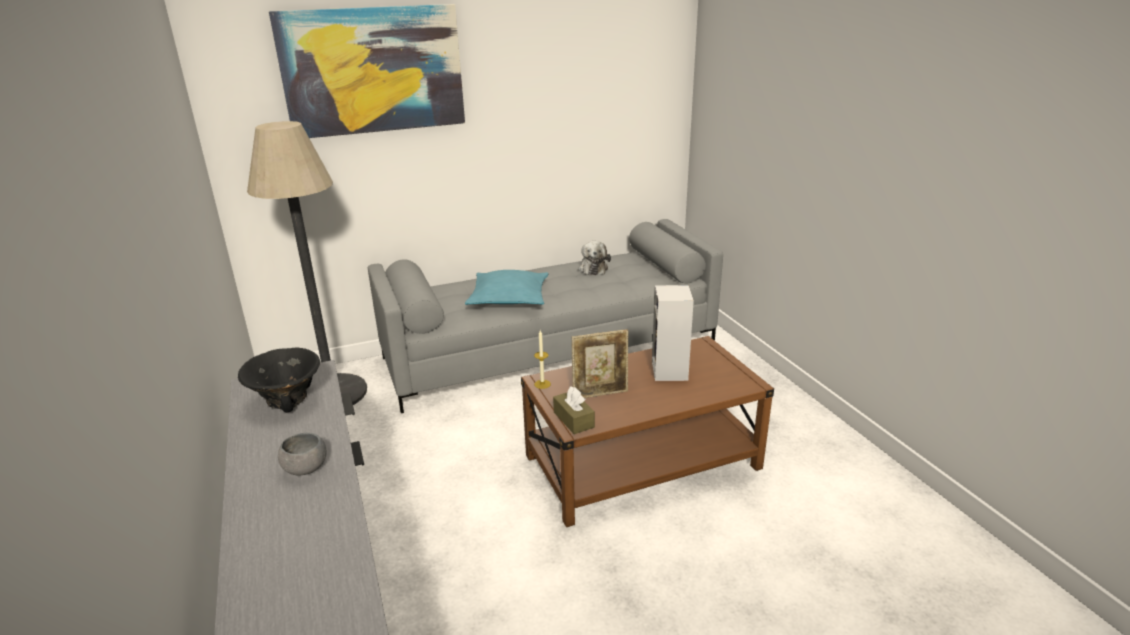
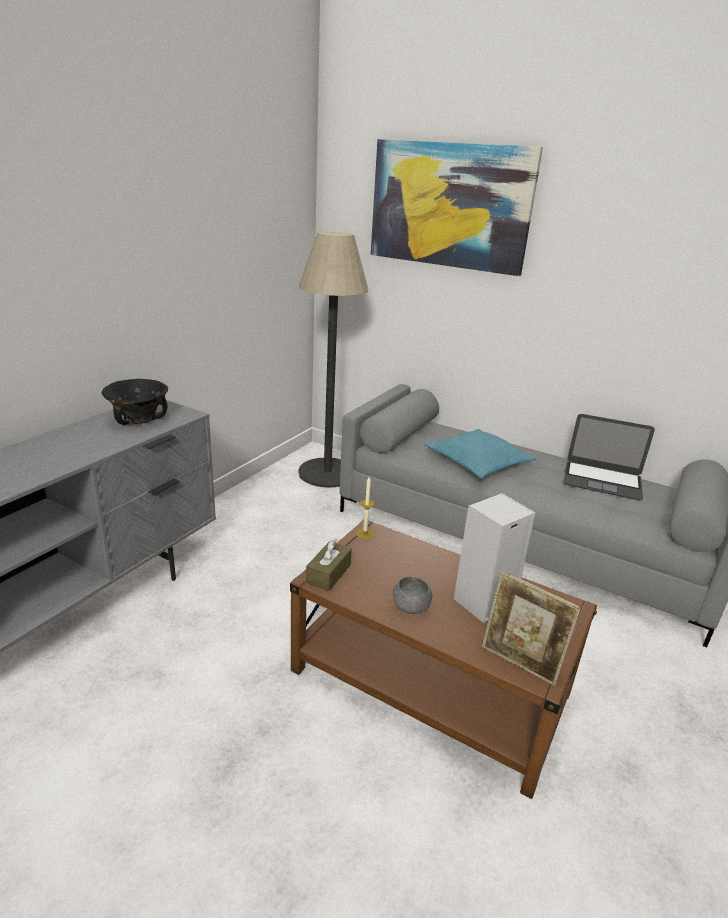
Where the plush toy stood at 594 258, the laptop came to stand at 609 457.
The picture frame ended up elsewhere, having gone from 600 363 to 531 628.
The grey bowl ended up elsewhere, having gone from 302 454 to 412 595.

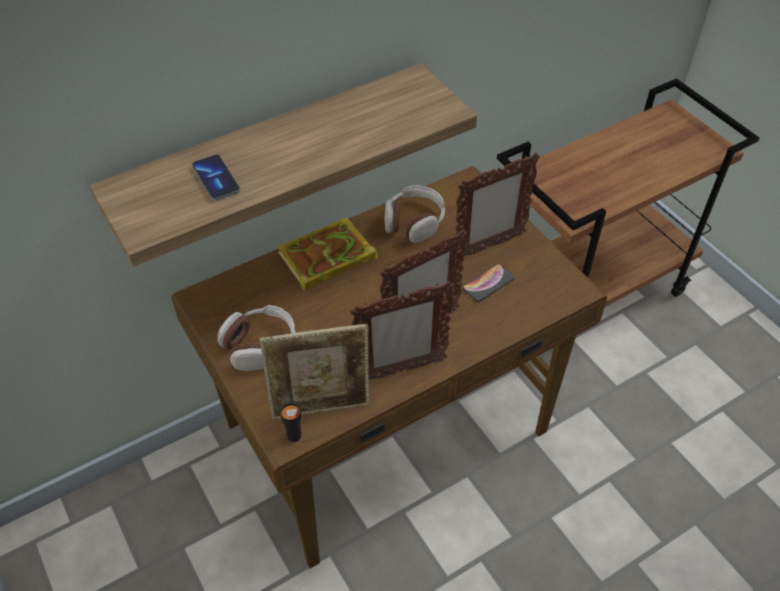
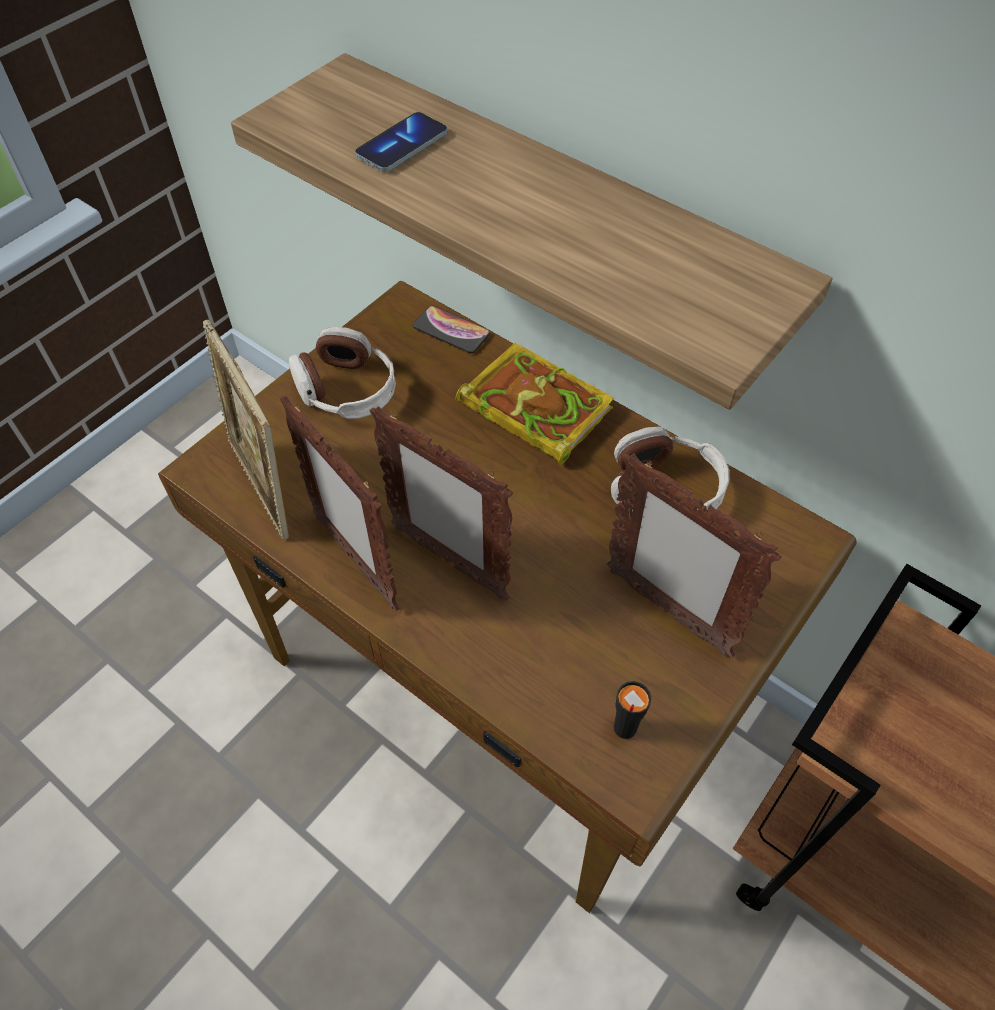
The phone ended up elsewhere, having gone from 488 283 to 452 329.
The black cup ended up elsewhere, having gone from 290 422 to 633 710.

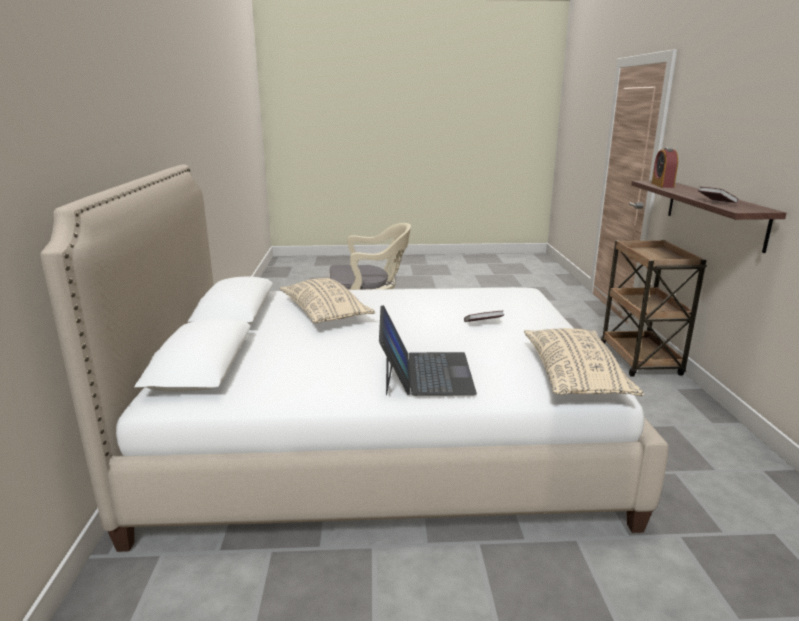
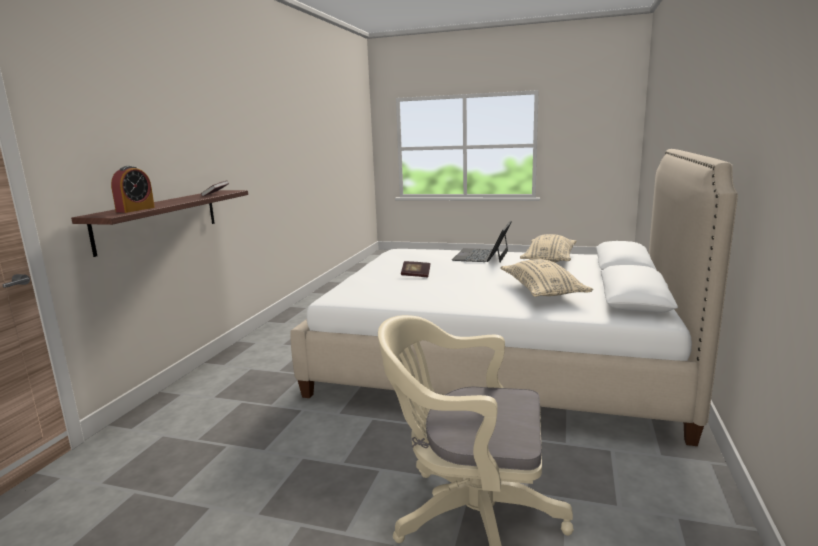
The second view lost the brown cart at 653 308.
The beige pillow ended up elsewhere, having gone from 584 362 to 548 248.

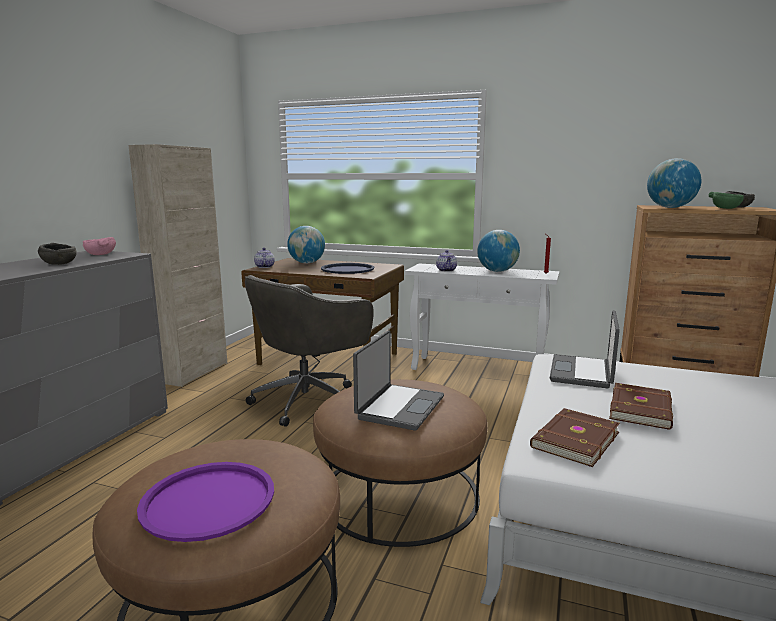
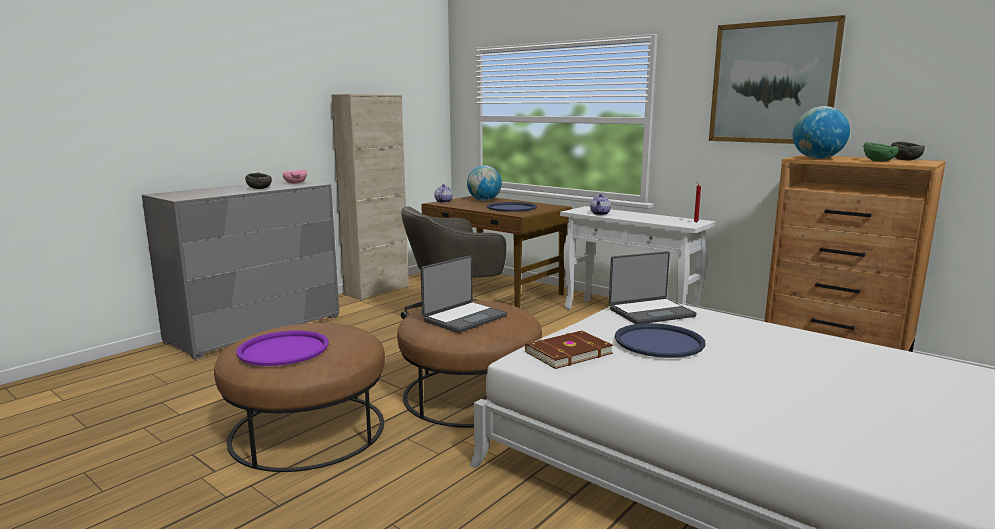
The second view lost the globe at 498 251.
The laptop at 585 349 ended up facing another way, 150 degrees counterclockwise from before.
Where the brown book stood at 641 406, the blue tray came to stand at 660 340.
The second view gained the picture at 777 79.

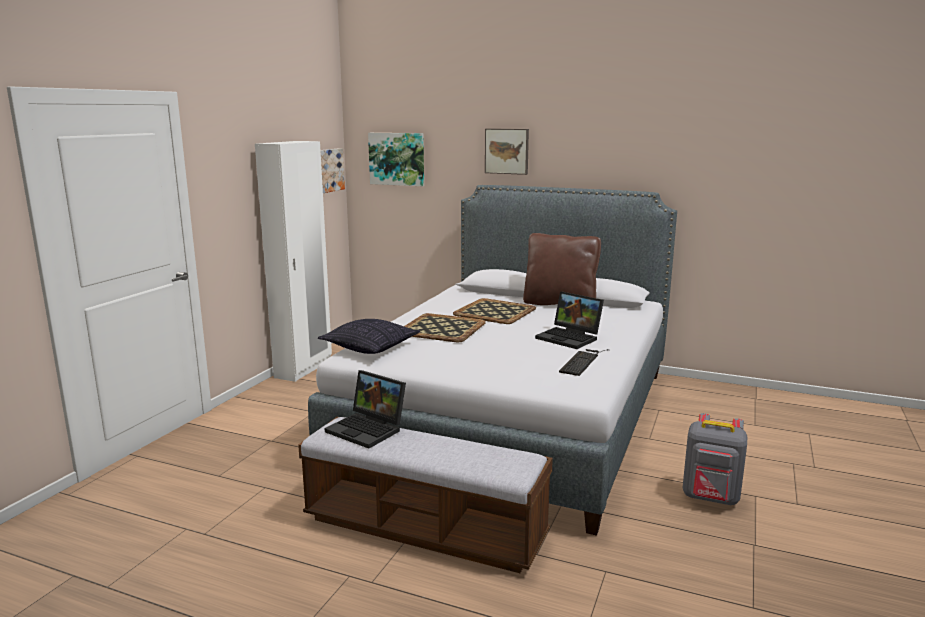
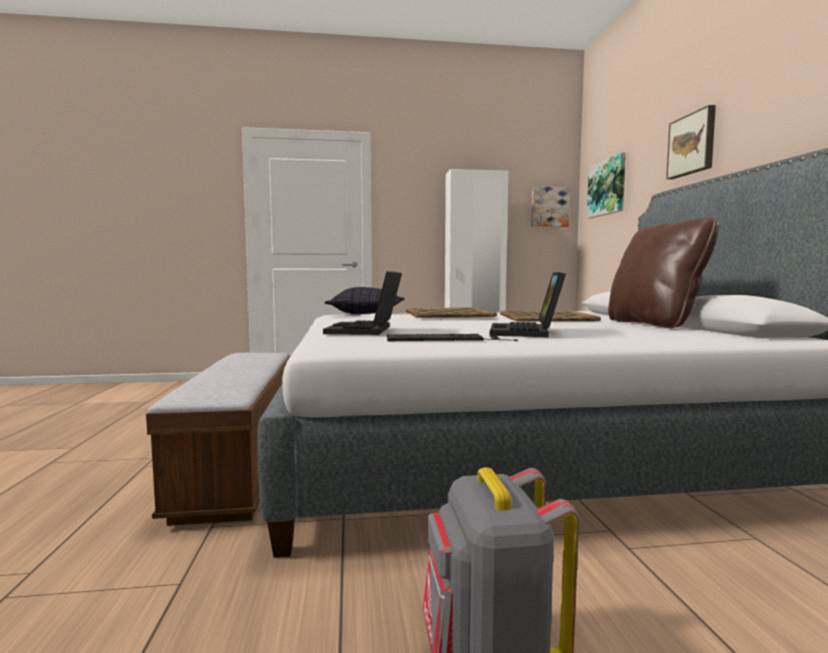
The laptop ended up elsewhere, having gone from 365 409 to 362 303.

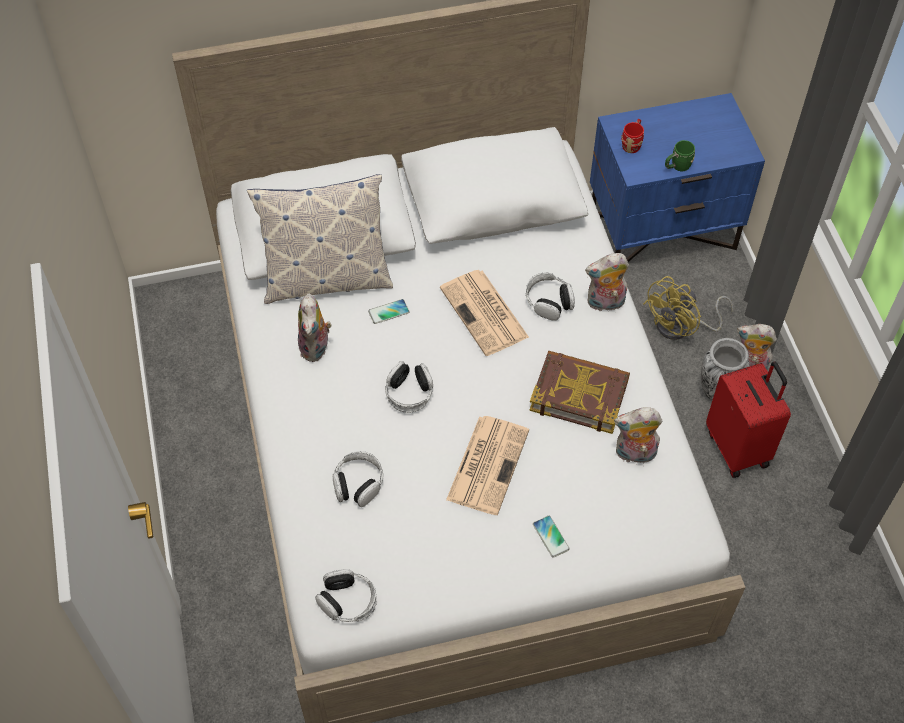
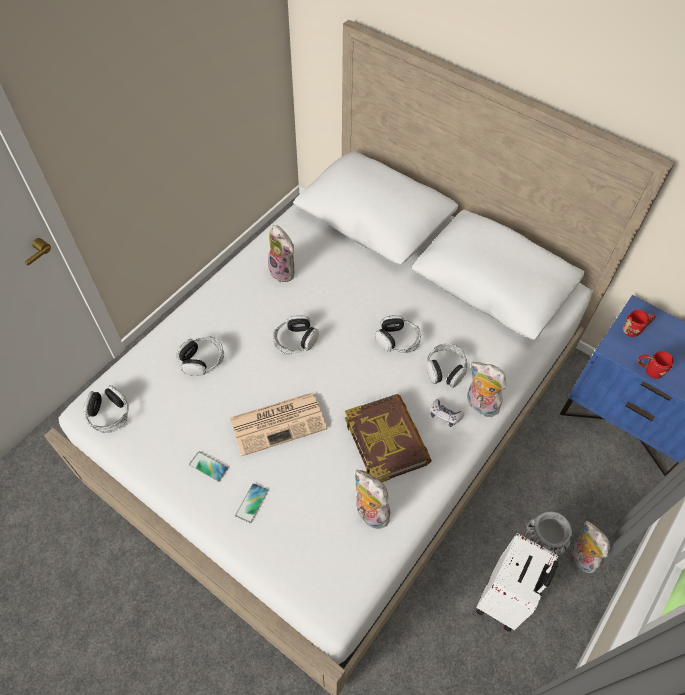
What was the green mug at 680 155 turned into the red mug at 655 365.
The second view lost the pillow at 320 239.
Where the newspaper stood at 484 313, the headphones came to stand at 398 334.
The second view lost the yellow fan at 688 308.
The plush toy at 314 328 ended up facing another way, 90 degrees counterclockwise from before.
The phone ended up elsewhere, having gone from 388 311 to 208 467.
What was the red suitcase at 748 419 turned into the white suitcase at 517 582.
The second view gained the game controller at 447 413.

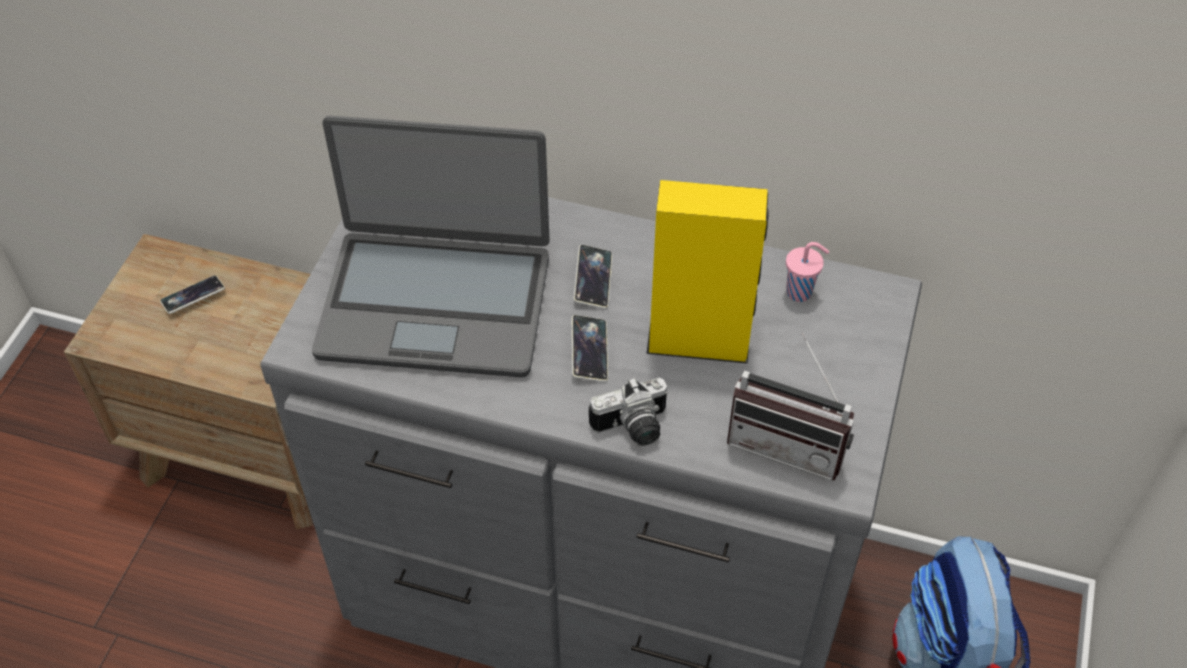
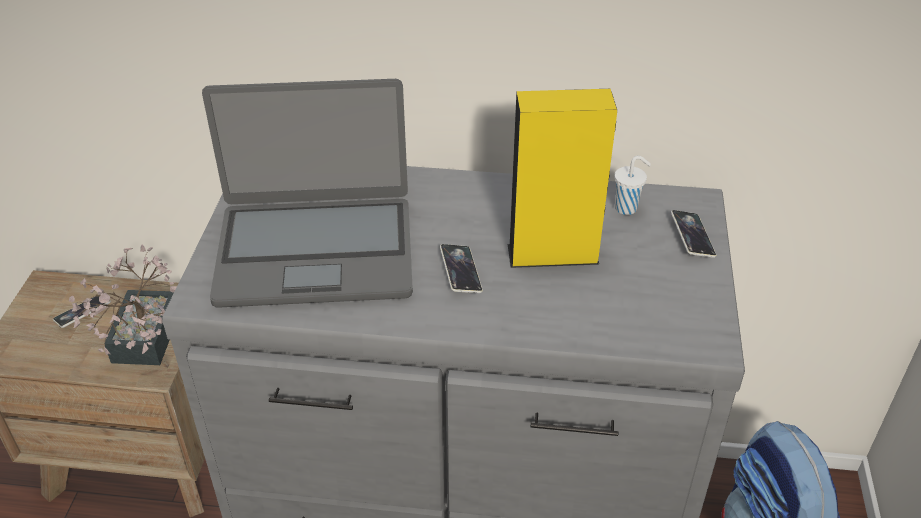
What was the pink cup at 807 272 turned into the white cup at 632 185.
The phone ended up elsewhere, having gone from 593 277 to 693 234.
The second view lost the radio at 790 407.
The second view lost the photo camera at 628 412.
The second view gained the potted plant at 123 304.

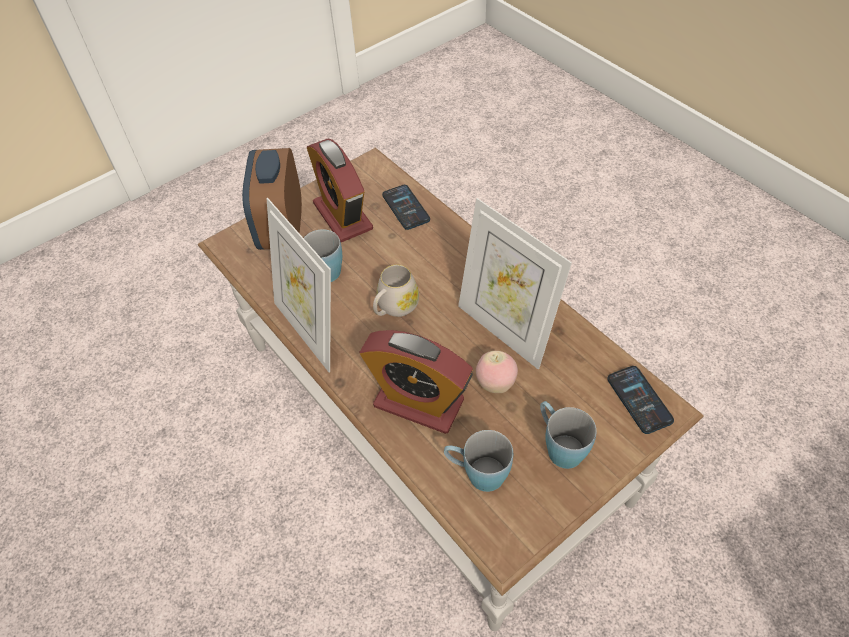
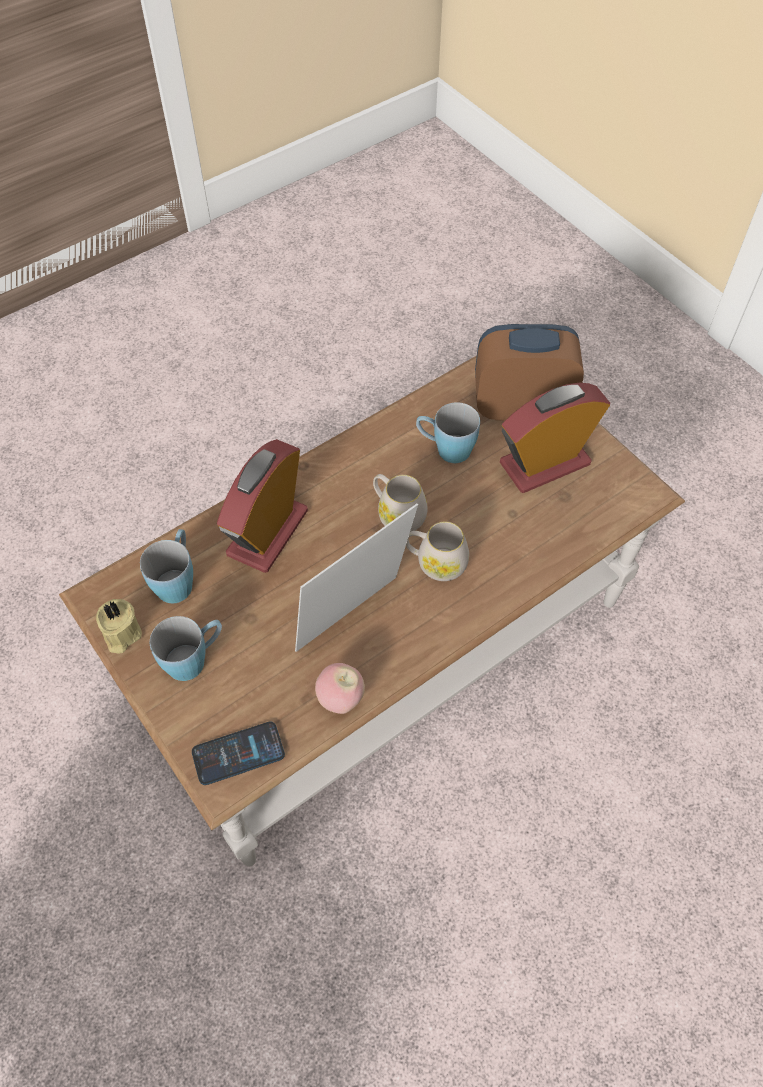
The second view lost the phone at 406 207.
The second view lost the picture frame at 298 285.
The apple ended up elsewhere, having gone from 497 372 to 340 688.
The second view gained the white mug at 437 551.
The second view gained the beige candle at 119 626.

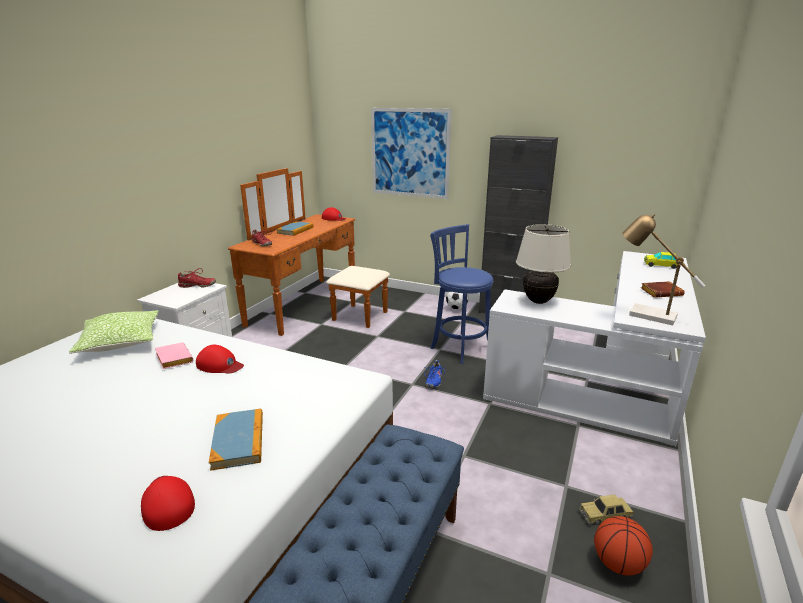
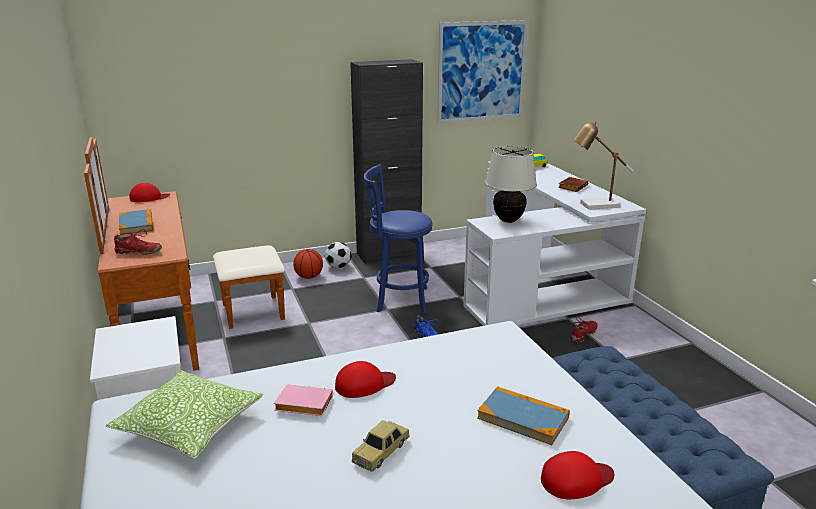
The picture ended up elsewhere, having gone from 411 153 to 482 71.
The red shoe ended up elsewhere, having gone from 197 278 to 584 329.
The red cap at 168 503 ended up facing another way, 150 degrees clockwise from before.
The toy car ended up elsewhere, having gone from 606 509 to 380 446.
The basketball ended up elsewhere, having gone from 623 545 to 308 264.

